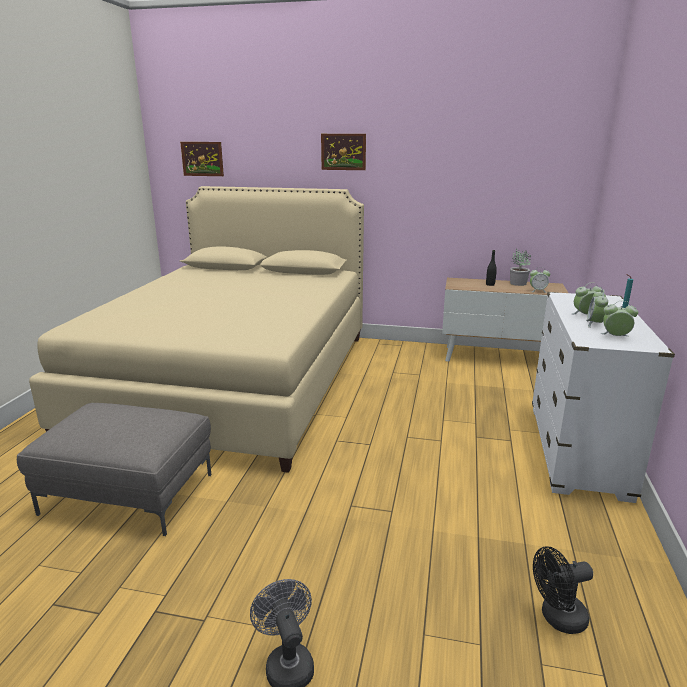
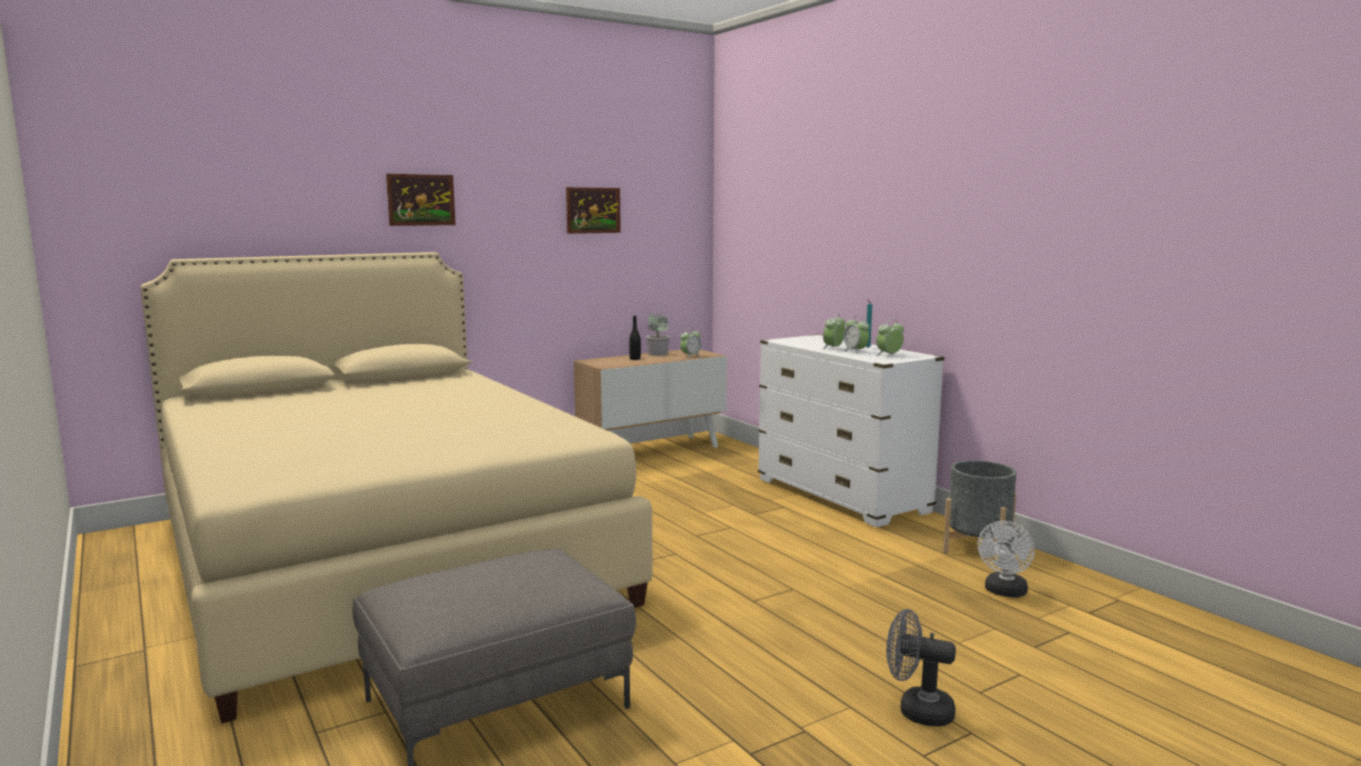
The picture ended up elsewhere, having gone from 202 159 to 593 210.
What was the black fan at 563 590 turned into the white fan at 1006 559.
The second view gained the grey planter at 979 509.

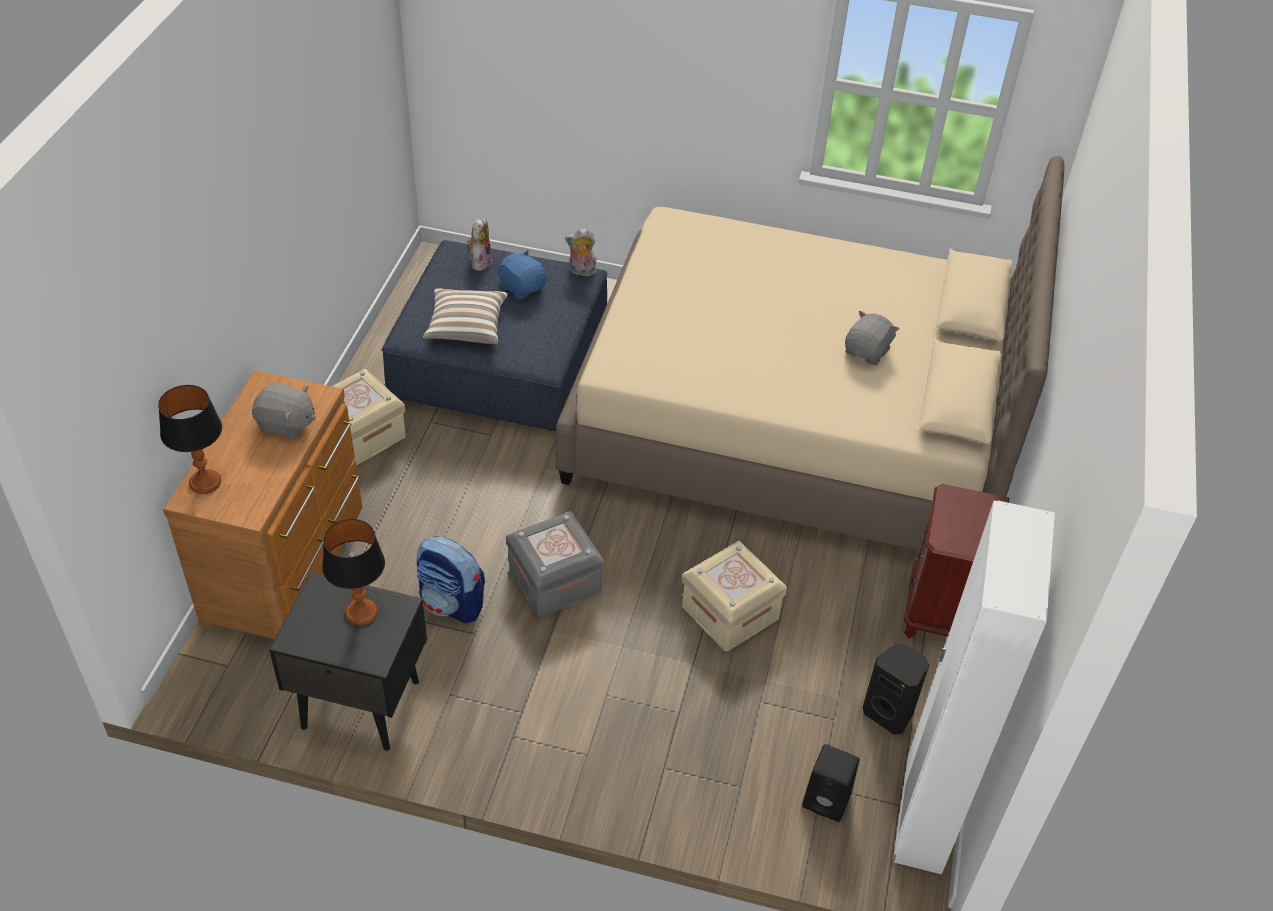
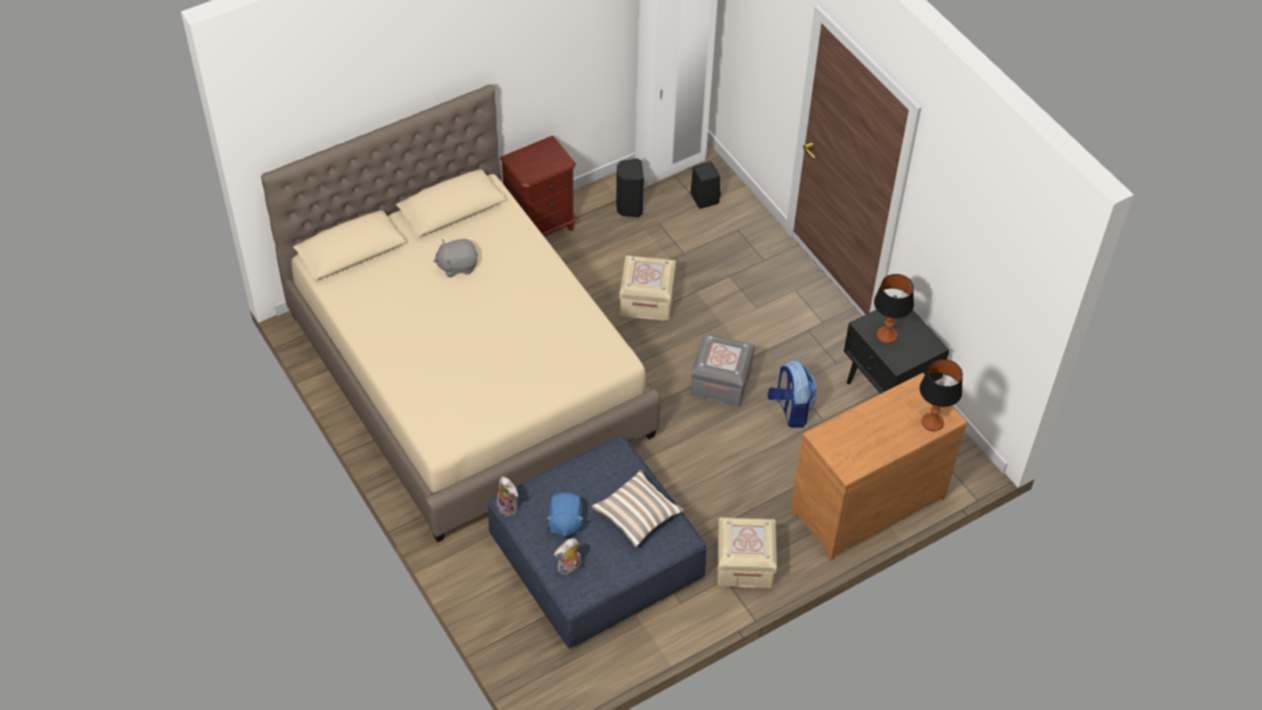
The second view lost the grey plush toy at 284 411.

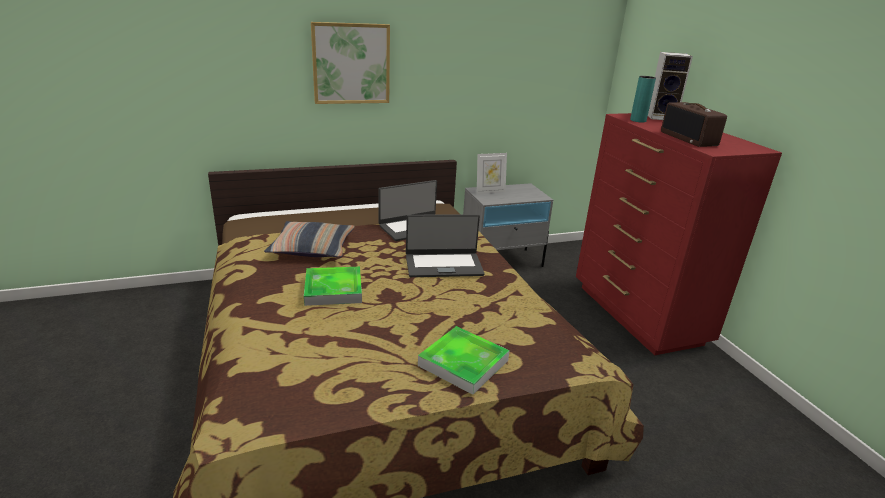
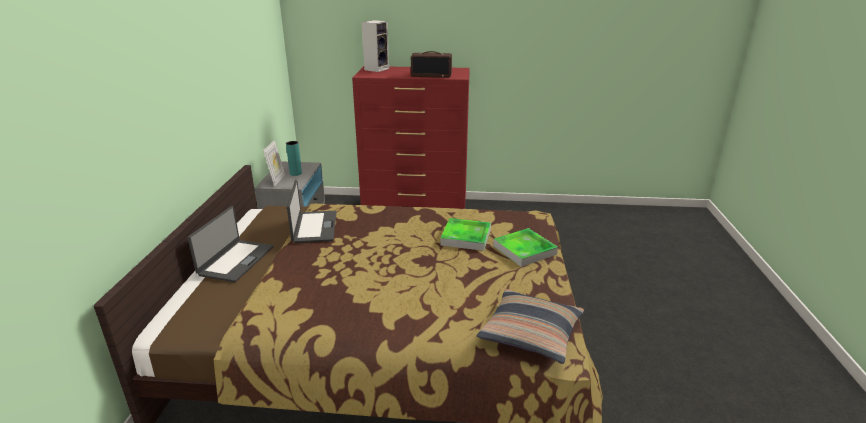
The second view lost the picture at 350 63.
The turquoise vase ended up elsewhere, having gone from 643 99 to 294 158.
The laptop ended up elsewhere, having gone from 445 245 to 230 244.
The pillow ended up elsewhere, having gone from 309 239 to 530 326.
The tray ended up elsewhere, having gone from 333 286 to 465 234.

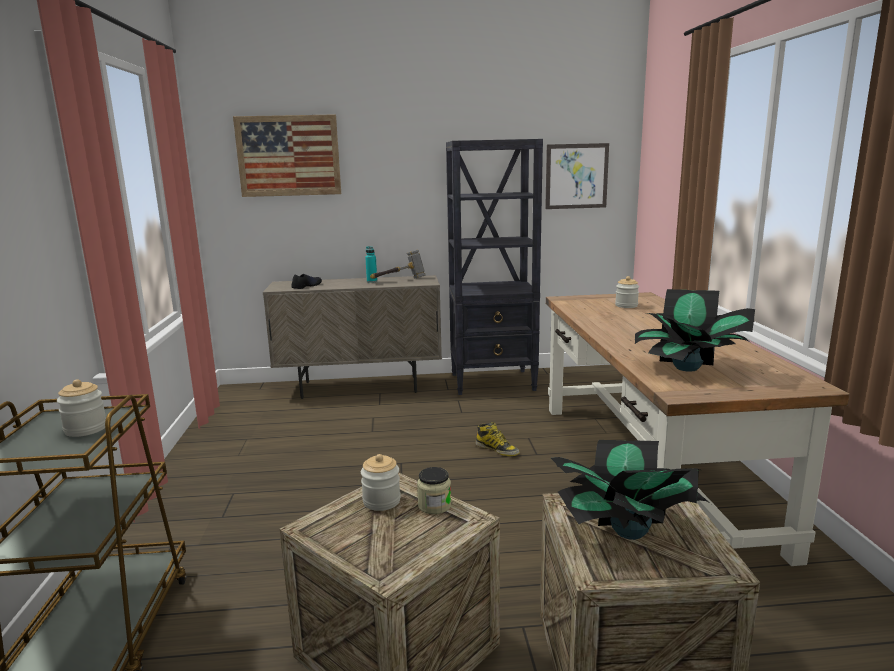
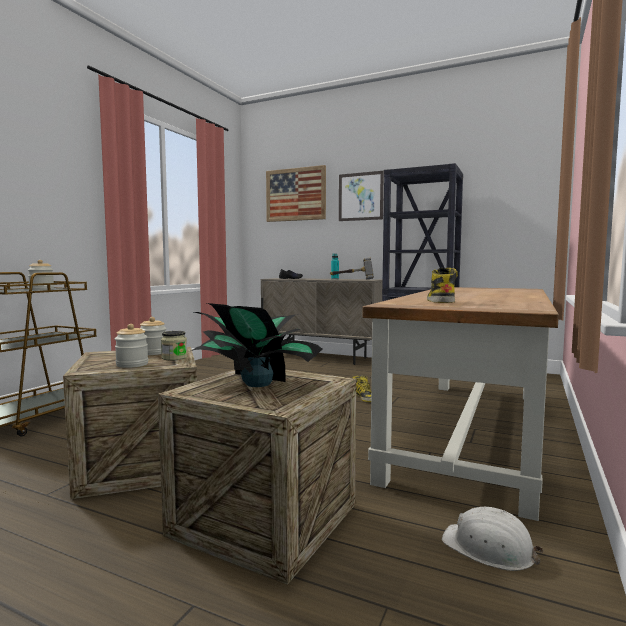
The picture ended up elsewhere, having gone from 577 176 to 361 196.
The jar ended up elsewhere, having gone from 627 292 to 131 346.
Where the potted plant stood at 695 330, the boot came to stand at 442 285.
The second view gained the white hard hat at 492 539.

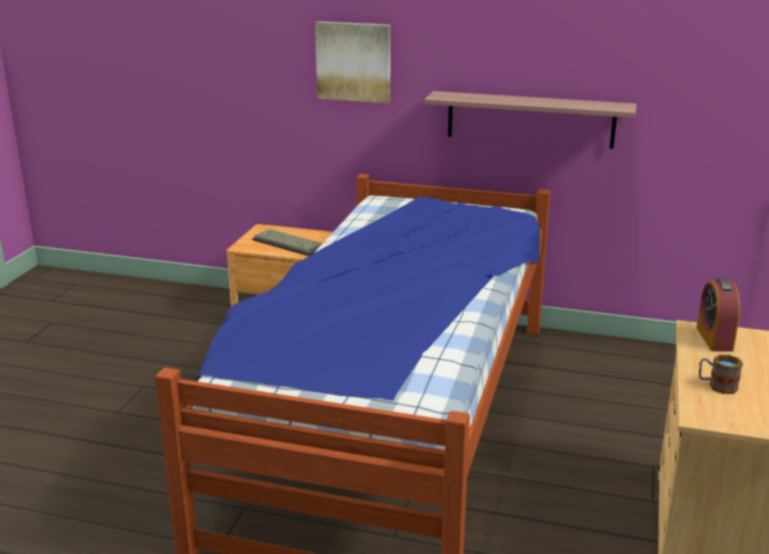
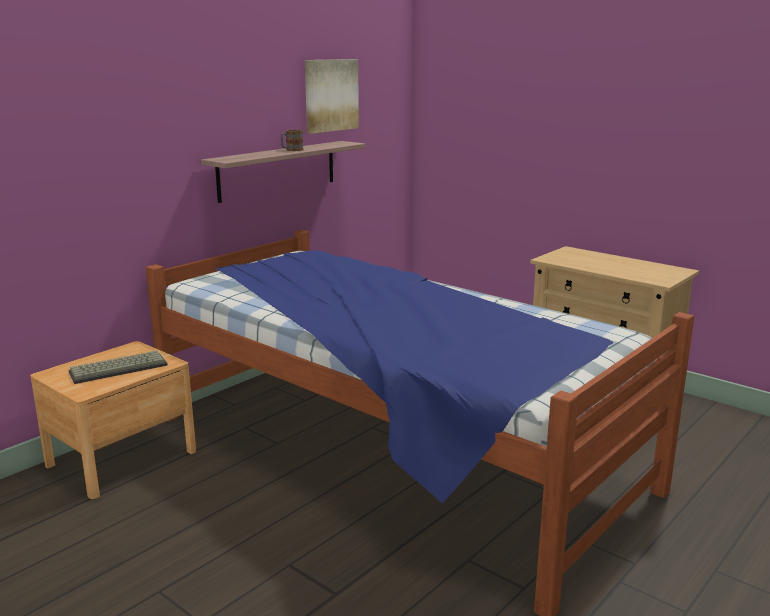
The picture ended up elsewhere, having gone from 353 62 to 332 96.
The second view lost the alarm clock at 718 315.
The mug ended up elsewhere, having gone from 721 374 to 292 140.

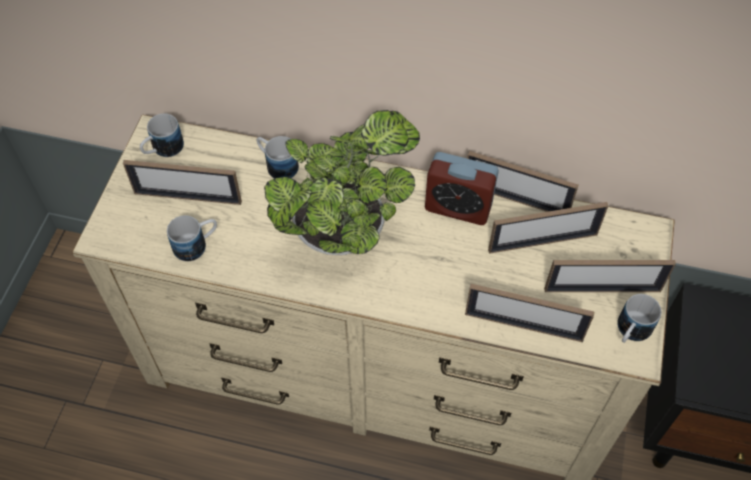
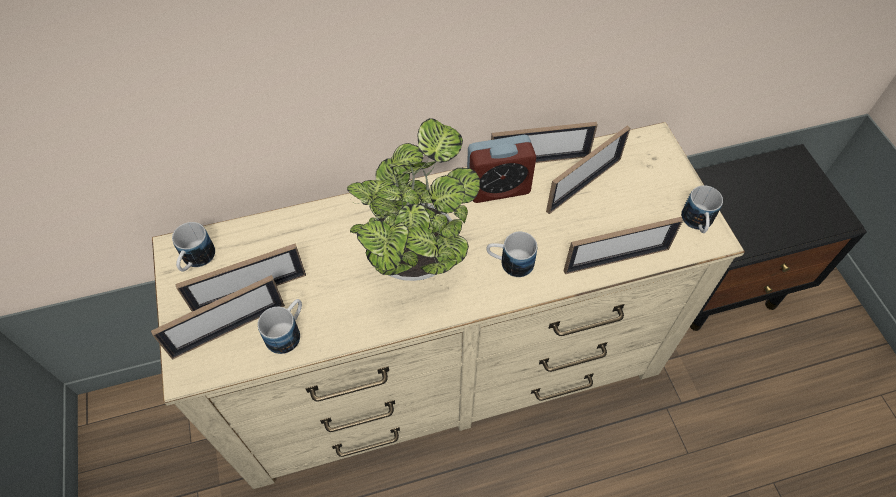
The mug ended up elsewhere, having gone from 278 157 to 512 254.
The picture frame ended up elsewhere, having gone from 610 276 to 218 317.

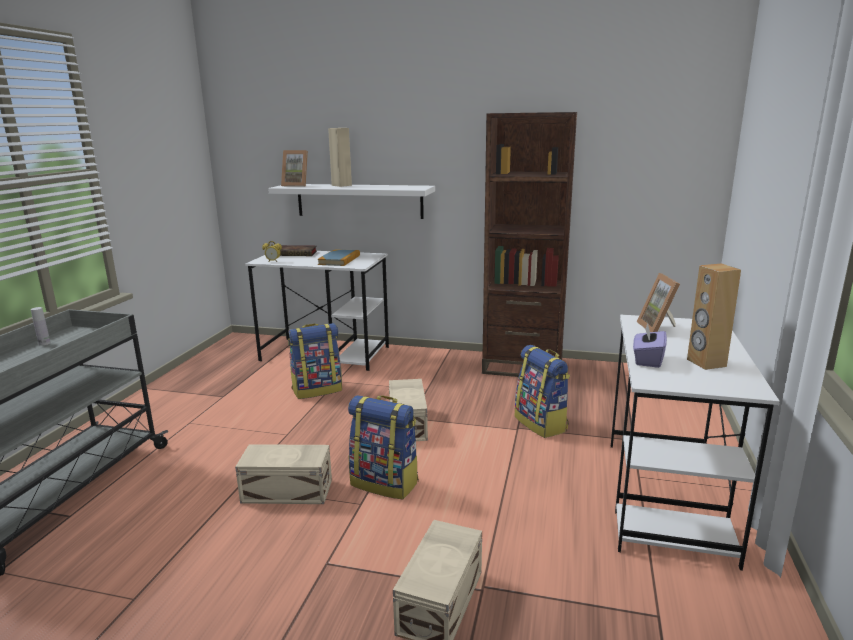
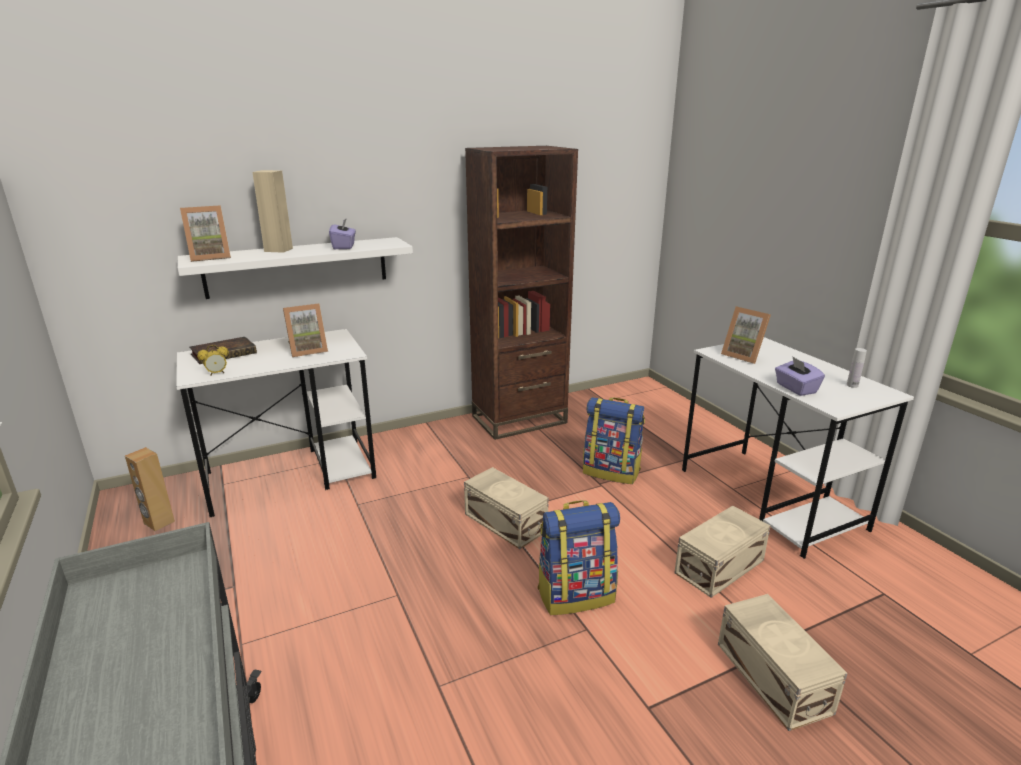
Where the book stood at 338 257, the picture frame came to stand at 305 330.
The brown speaker ended up elsewhere, having gone from 714 316 to 150 489.
The white bottle ended up elsewhere, having gone from 40 326 to 857 368.
The second view lost the backpack at 315 361.
The beige storage box ended up elsewhere, having gone from 283 474 to 722 552.
The second view gained the purple tissue box at 342 233.

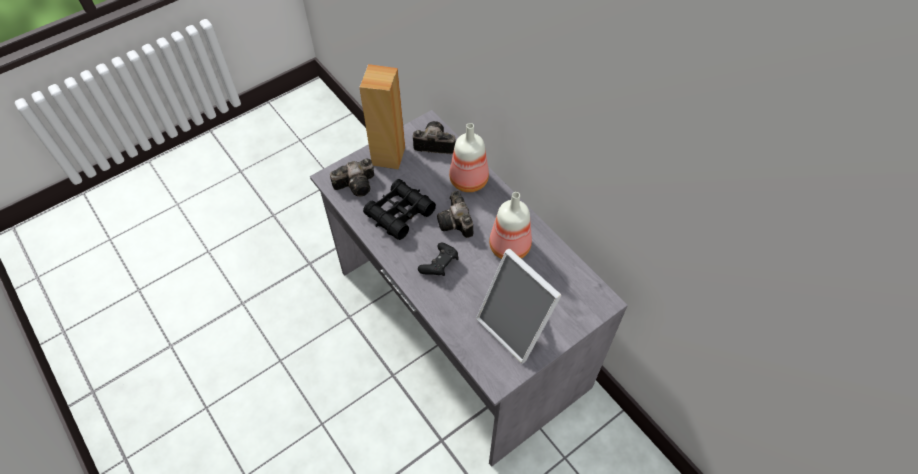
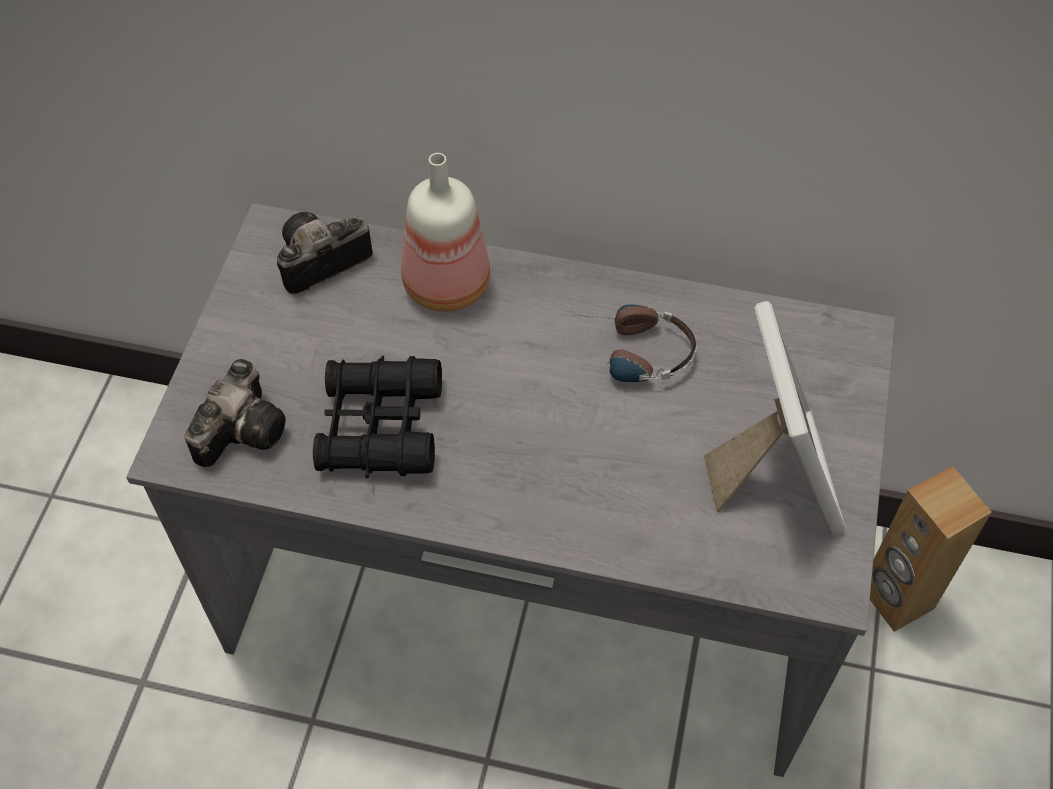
The brown speaker ended up elsewhere, having gone from 382 116 to 931 549.
The second view lost the photo camera at 455 214.
Where the bottle stood at 510 225, the headphones came to stand at 634 343.
The second view lost the black game controller at 438 259.
The picture frame at 518 306 ended up facing another way, 105 degrees counterclockwise from before.

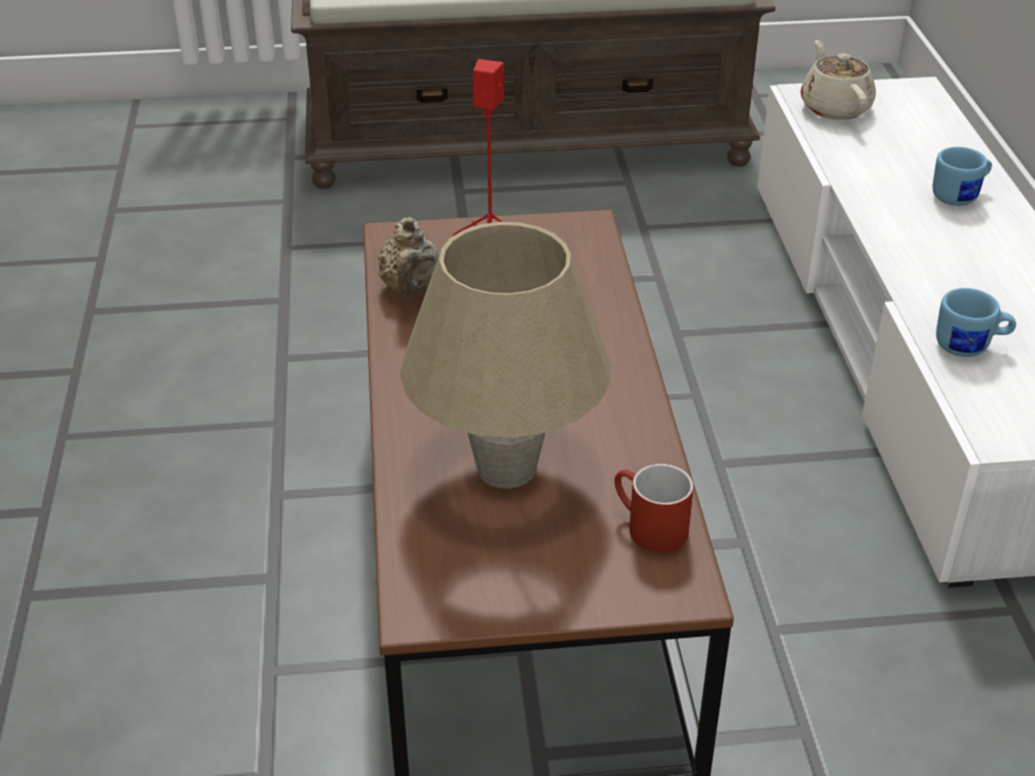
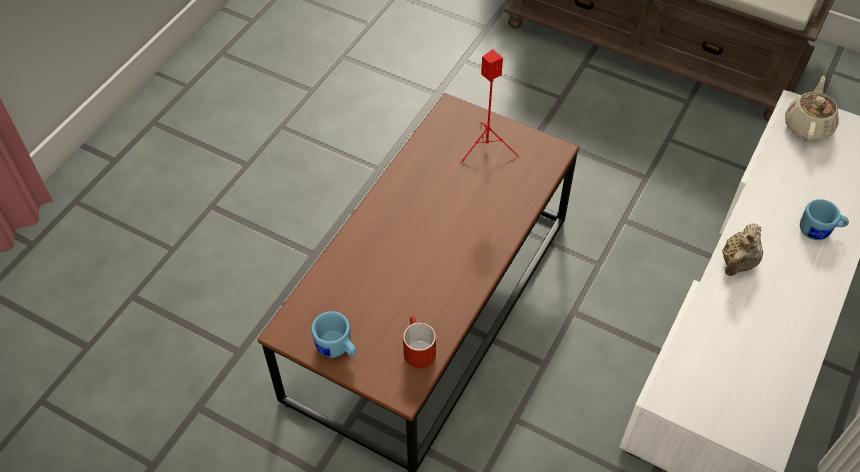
The beige teapot ended up elsewhere, having gone from 408 257 to 742 249.
The second view lost the beige table lamp at 505 355.
The blue mug ended up elsewhere, having gone from 976 322 to 333 334.

